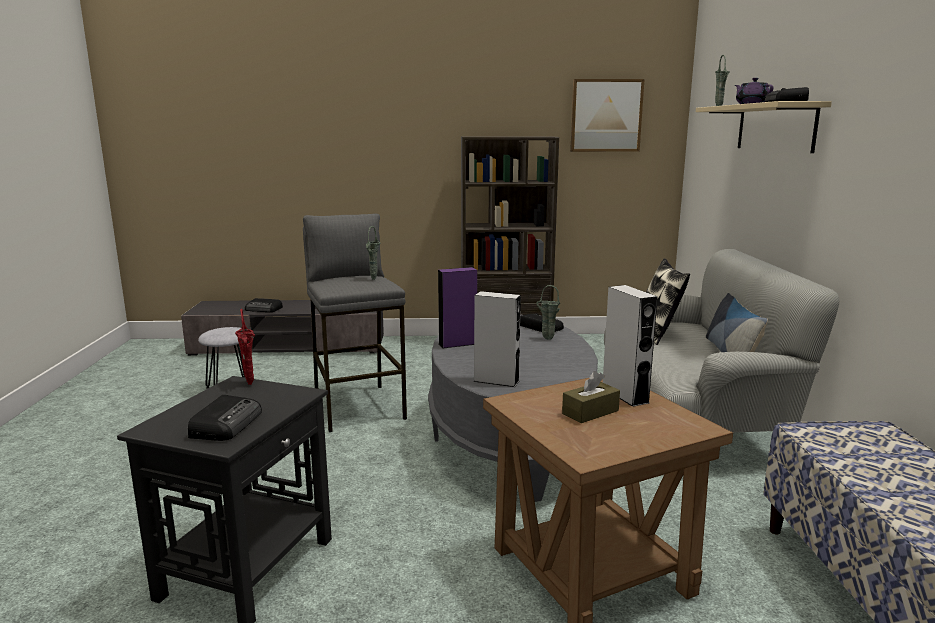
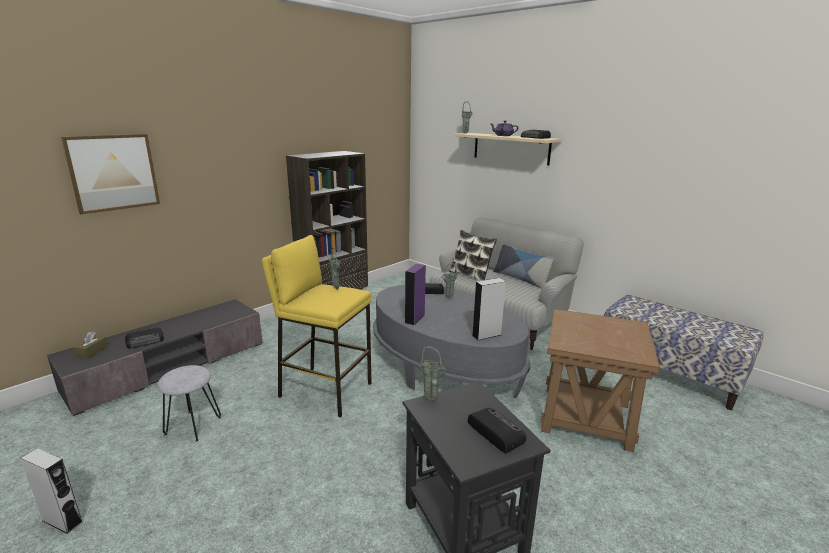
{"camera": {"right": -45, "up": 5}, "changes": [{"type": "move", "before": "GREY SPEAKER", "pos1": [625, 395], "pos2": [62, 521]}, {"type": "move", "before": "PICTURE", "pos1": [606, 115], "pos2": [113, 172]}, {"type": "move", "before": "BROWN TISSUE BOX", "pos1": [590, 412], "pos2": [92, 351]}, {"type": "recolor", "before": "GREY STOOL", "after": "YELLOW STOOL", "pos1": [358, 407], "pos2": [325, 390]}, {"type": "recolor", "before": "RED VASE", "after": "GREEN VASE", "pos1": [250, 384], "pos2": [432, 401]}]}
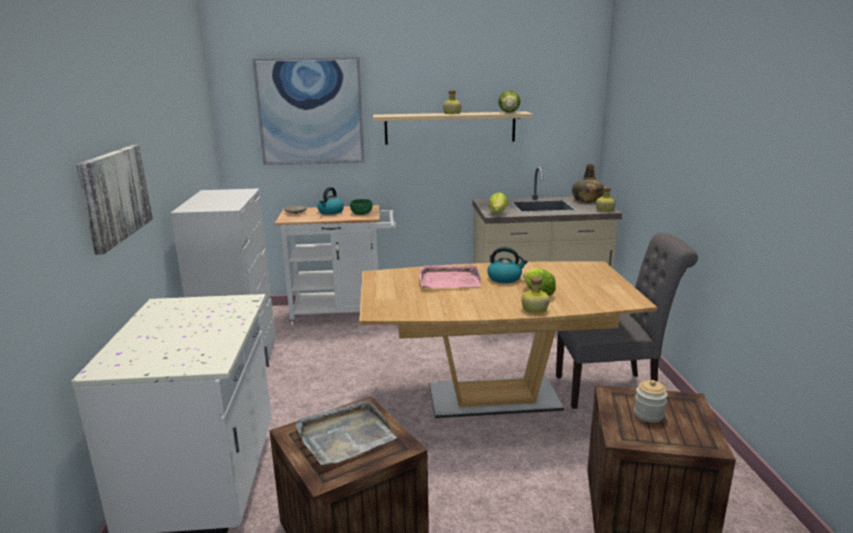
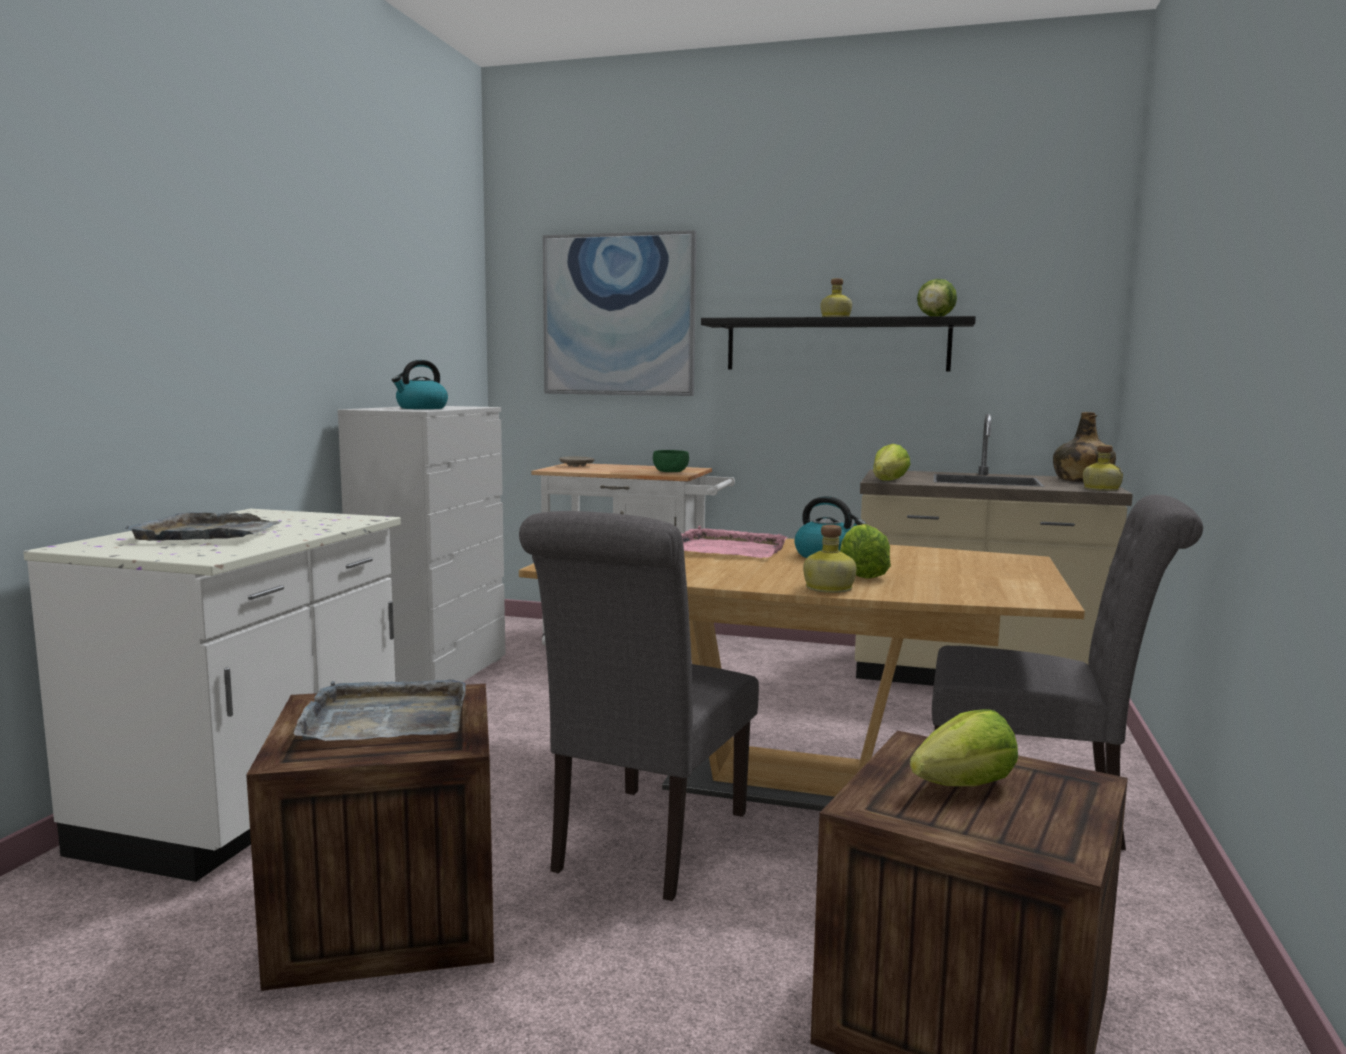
{"camera": {"right": 20, "up": -10}, "changes": [{"type": "insert", "after": "GREY TRAY", "pos2": [209, 533]}, {"type": "move", "before": "KETTLE", "pos1": [330, 212], "pos2": [421, 408]}, {"type": "insert", "after": "GREY CHAIR", "pos2": [644, 846]}, {"type": "recolor", "before": "BEIGE SHELF", "after": "BLACK SHELF", "pos1": [450, 128], "pos2": [836, 345]}, {"type": "replace", "before": "JAR", "after": "LETTUCE", "pos1": [648, 414], "pos2": [964, 785]}, {"type": "delete", "before": "PICTURE", "pos1": [114, 195]}]}
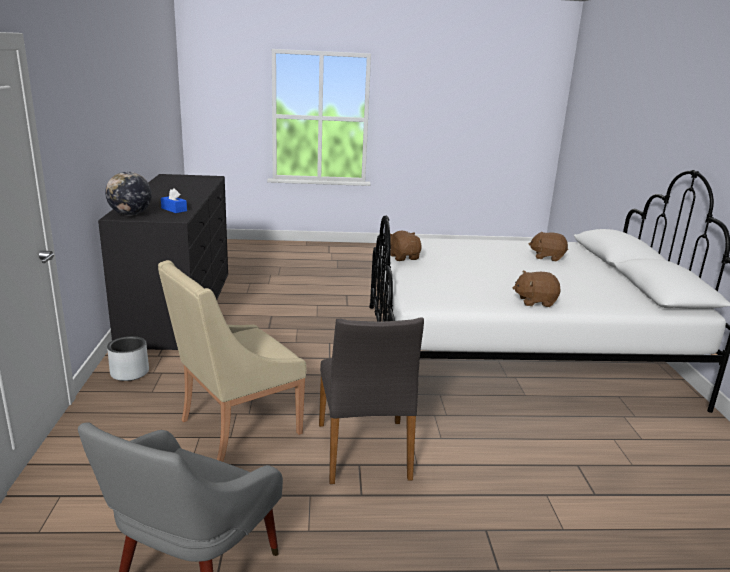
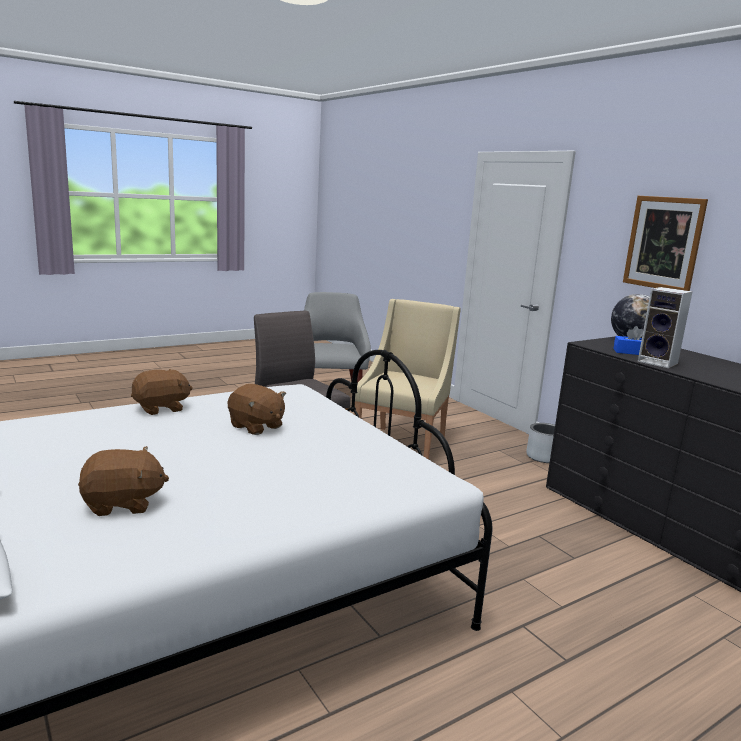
{"camera": {"right": 150, "up": -5}, "changes": [{"type": "move", "before": "BROWN PLUSH TOY", "pos1": [404, 257], "pos2": [256, 426]}, {"type": "insert", "after": "PICTURE", "pos2": [663, 243]}, {"type": "insert", "after": "SPEAKER", "pos2": [659, 363]}]}
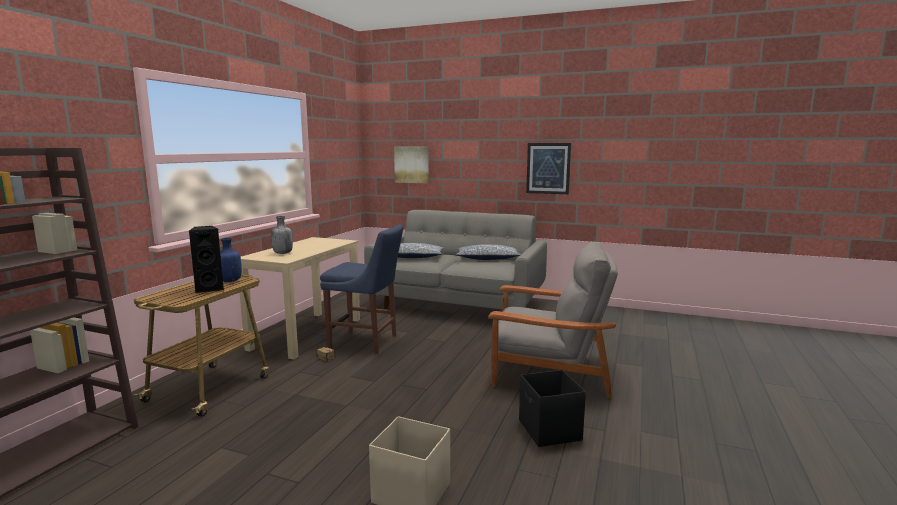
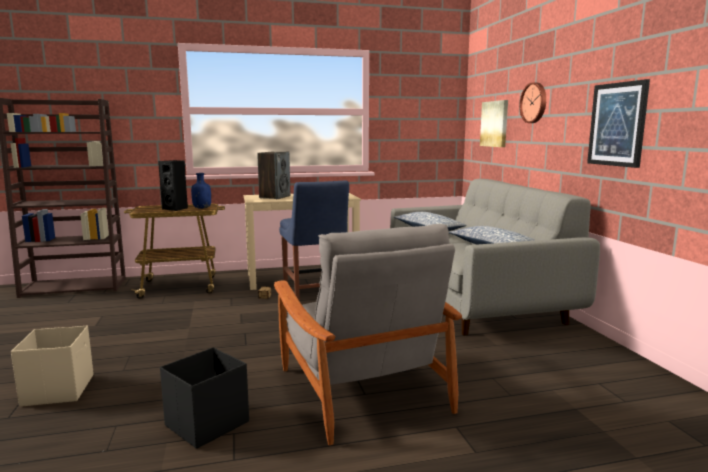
{"camera": {"right": 55, "up": 0}, "changes": [{"type": "replace", "before": "GREY BOTTLE", "after": "SPEAKER", "pos1": [282, 253], "pos2": [275, 197]}, {"type": "insert", "after": "WALL CLOCK", "pos2": [534, 103]}]}
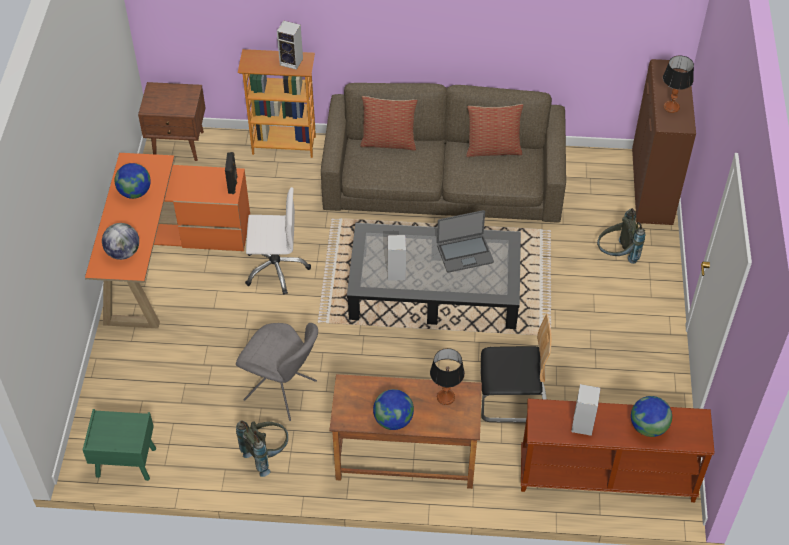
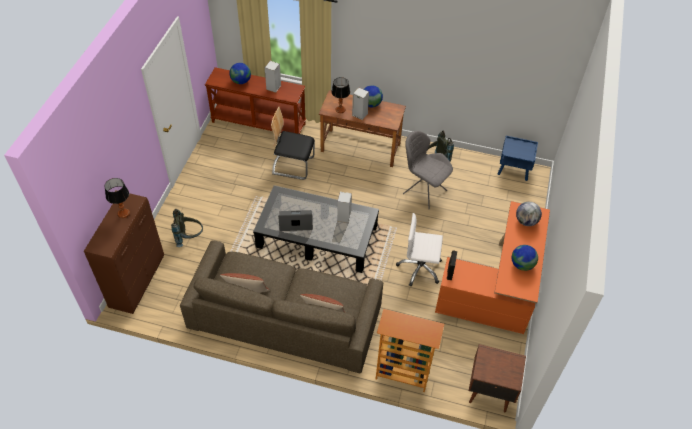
{"camera": {"right": -170, "up": 0}, "changes": [{"type": "move", "before": "SPEAKER", "pos1": [292, 62], "pos2": [359, 114]}, {"type": "recolor", "before": "GREEN NIGHTSTAND", "after": "BLUE NIGHTSTAND", "pos1": [125, 462], "pos2": [514, 170]}]}
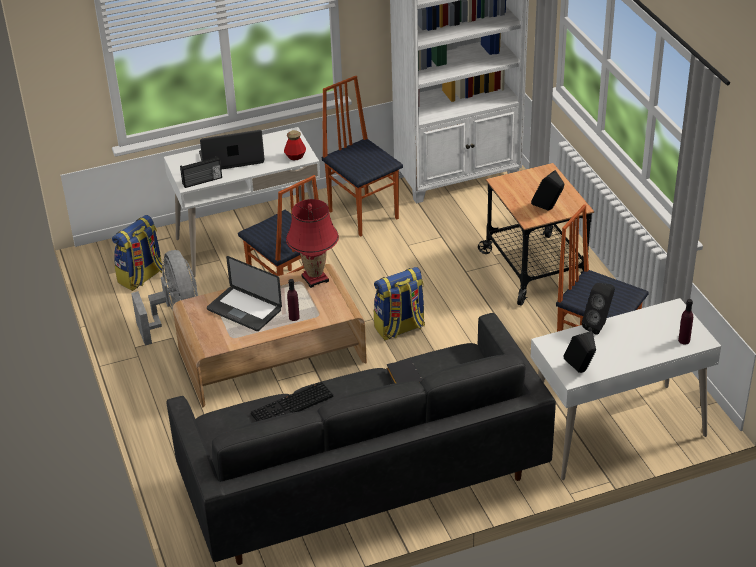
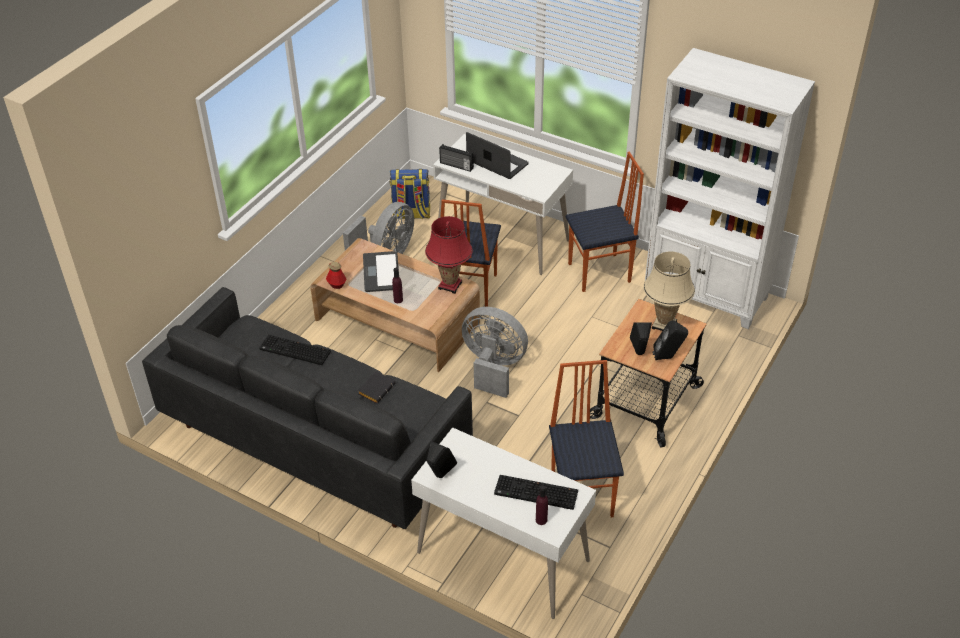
{"camera": {"right": 50, "up": 5}, "changes": [{"type": "move", "before": "BOTTLE", "pos1": [295, 157], "pos2": [337, 285]}, {"type": "replace", "before": "BACKPACK", "after": "GREY FAN", "pos1": [399, 328], "pos2": [493, 367]}, {"type": "insert", "after": "KEYBOARD", "pos2": [534, 494]}, {"type": "rotate", "before": "CHAIR", "pos1": [364, 214], "pos2": [600, 273], "turn": 60}, {"type": "insert", "after": "BEIGE TABLE LAMP", "pos2": [664, 325]}, {"type": "move", "before": "BLACK SPEAKER", "pos1": [599, 326], "pos2": [668, 357]}]}
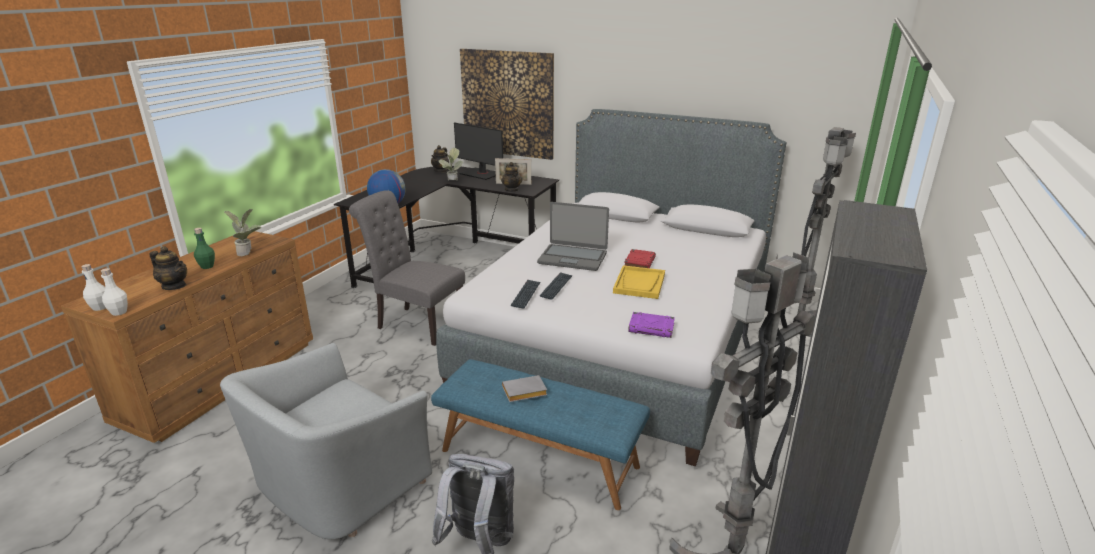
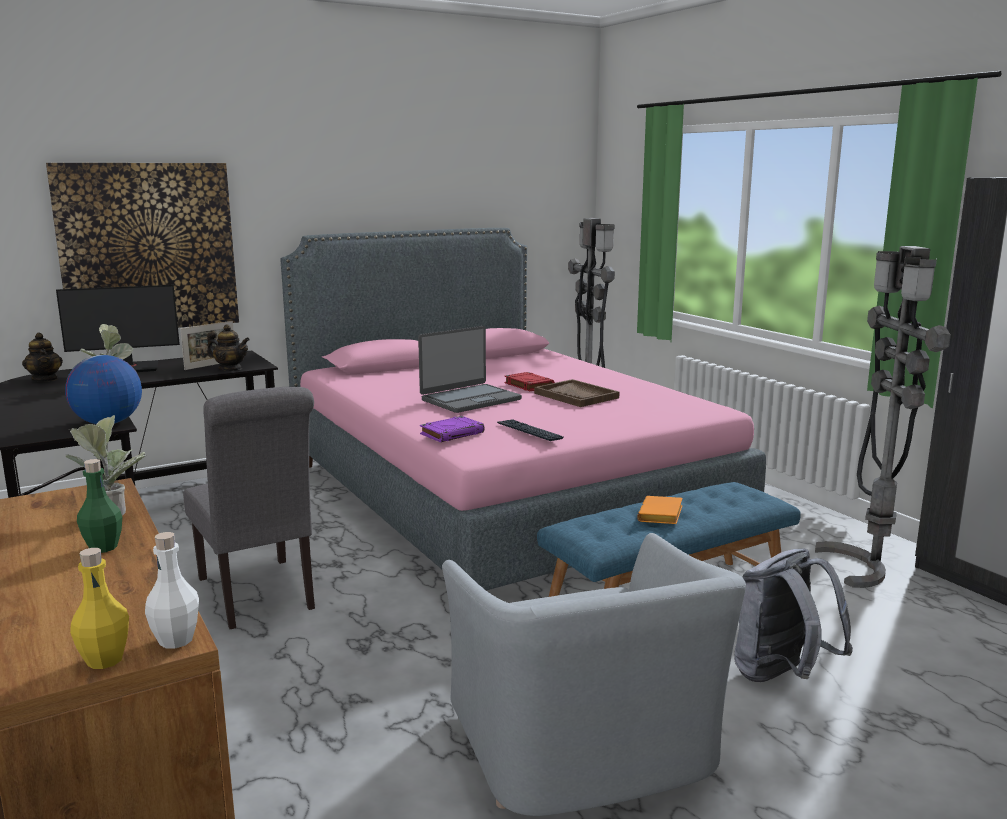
{"camera": {"right": -55, "up": -10}, "changes": [{"type": "recolor", "before": "WHITE BOTTLE", "after": "YELLOW BOTTLE", "pos1": [100, 307], "pos2": [105, 660]}, {"type": "rotate", "before": "GREY CHAIR", "pos1": [416, 324], "pos2": [259, 596], "turn": -90}, {"type": "recolor", "before": "GREY BED", "after": "PINK BED", "pos1": [621, 336], "pos2": [499, 498]}, {"type": "move", "before": "PURPLE BOOK", "pos1": [652, 328], "pos2": [452, 433]}, {"type": "recolor", "before": "YELLOW TRAY", "after": "BROWN TRAY", "pos1": [639, 284], "pos2": [576, 395]}, {"type": "recolor", "before": "GREY BOOK", "after": "ORANGE BOOK", "pos1": [523, 393], "pos2": [661, 516]}, {"type": "delete", "before": "TEAPOT", "pos1": [174, 286]}, {"type": "delete", "before": "KEYBOARD", "pos1": [556, 286]}]}
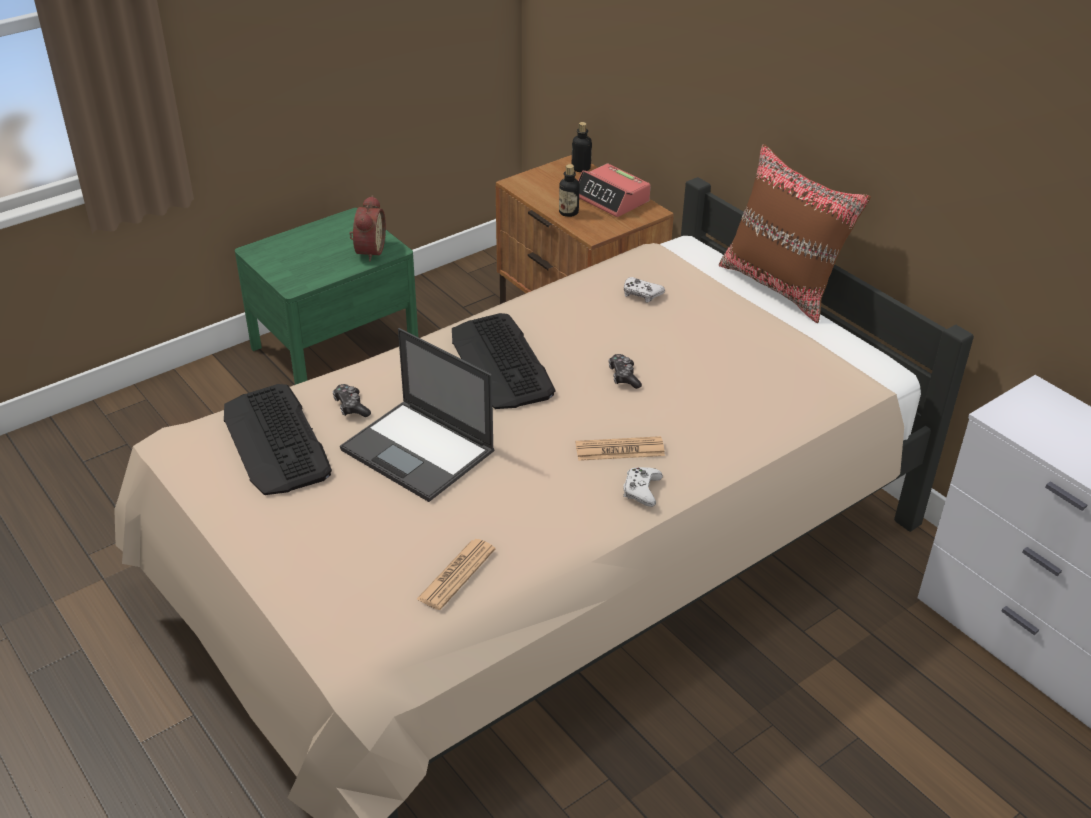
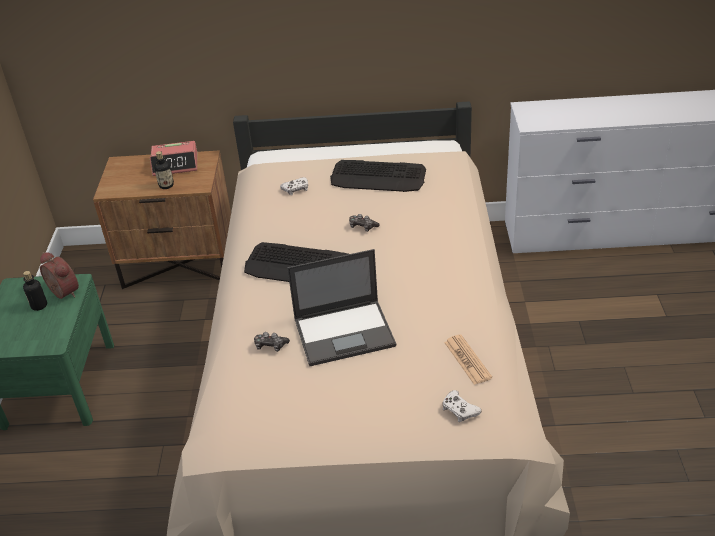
{"camera": {"right": -50, "up": 0}, "changes": [{"type": "move", "before": "BOTTLE", "pos1": [581, 168], "pos2": [39, 305]}, {"type": "move", "before": "KEYBOARD", "pos1": [276, 441], "pos2": [378, 177]}, {"type": "move", "before": "WHITE GAME CONTROLLER", "pos1": [641, 490], "pos2": [459, 410]}, {"type": "delete", "before": "NEWSPAPER", "pos1": [619, 450]}, {"type": "delete", "before": "BROWN PILLOW", "pos1": [781, 286]}]}
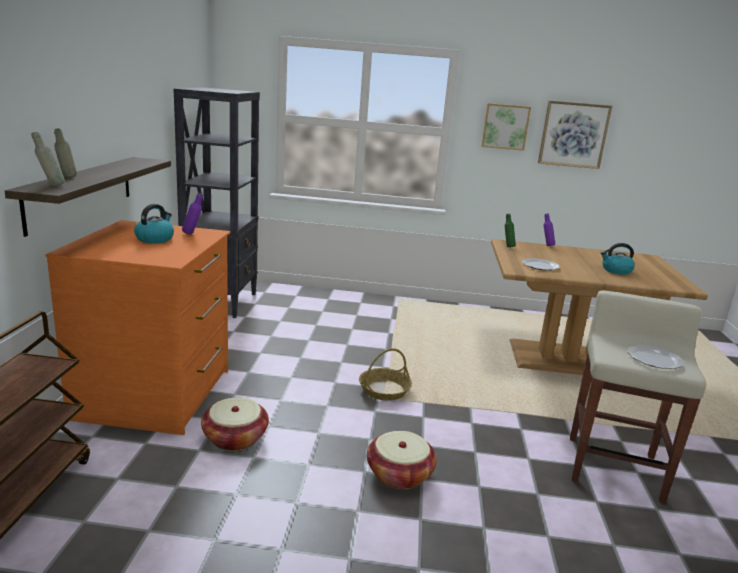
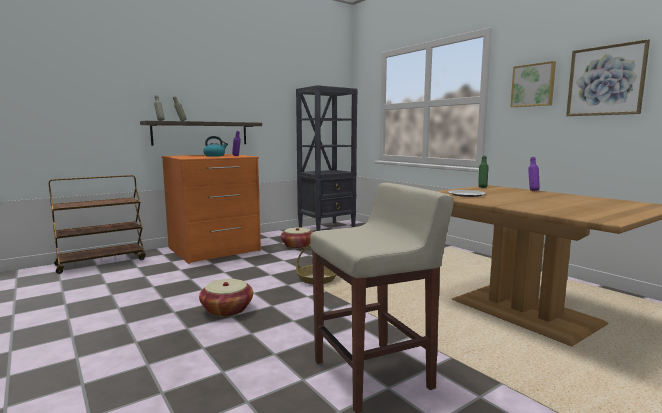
{"camera": {"right": 50, "up": -10}, "changes": [{"type": "move", "before": "BASKET", "pos1": [235, 438], "pos2": [297, 246]}, {"type": "delete", "before": "KETTLE", "pos1": [616, 270]}, {"type": "delete", "before": "PLATE", "pos1": [653, 359]}]}
